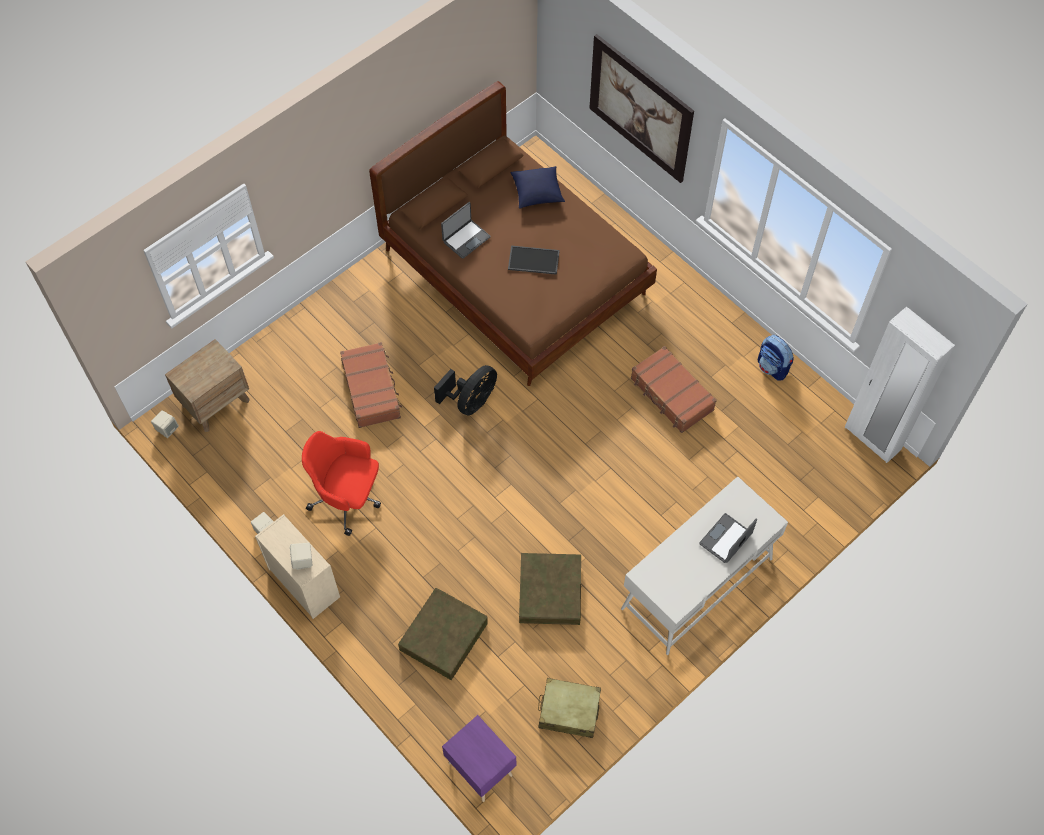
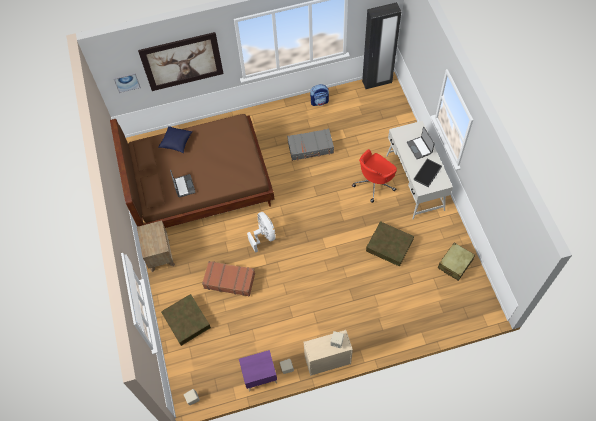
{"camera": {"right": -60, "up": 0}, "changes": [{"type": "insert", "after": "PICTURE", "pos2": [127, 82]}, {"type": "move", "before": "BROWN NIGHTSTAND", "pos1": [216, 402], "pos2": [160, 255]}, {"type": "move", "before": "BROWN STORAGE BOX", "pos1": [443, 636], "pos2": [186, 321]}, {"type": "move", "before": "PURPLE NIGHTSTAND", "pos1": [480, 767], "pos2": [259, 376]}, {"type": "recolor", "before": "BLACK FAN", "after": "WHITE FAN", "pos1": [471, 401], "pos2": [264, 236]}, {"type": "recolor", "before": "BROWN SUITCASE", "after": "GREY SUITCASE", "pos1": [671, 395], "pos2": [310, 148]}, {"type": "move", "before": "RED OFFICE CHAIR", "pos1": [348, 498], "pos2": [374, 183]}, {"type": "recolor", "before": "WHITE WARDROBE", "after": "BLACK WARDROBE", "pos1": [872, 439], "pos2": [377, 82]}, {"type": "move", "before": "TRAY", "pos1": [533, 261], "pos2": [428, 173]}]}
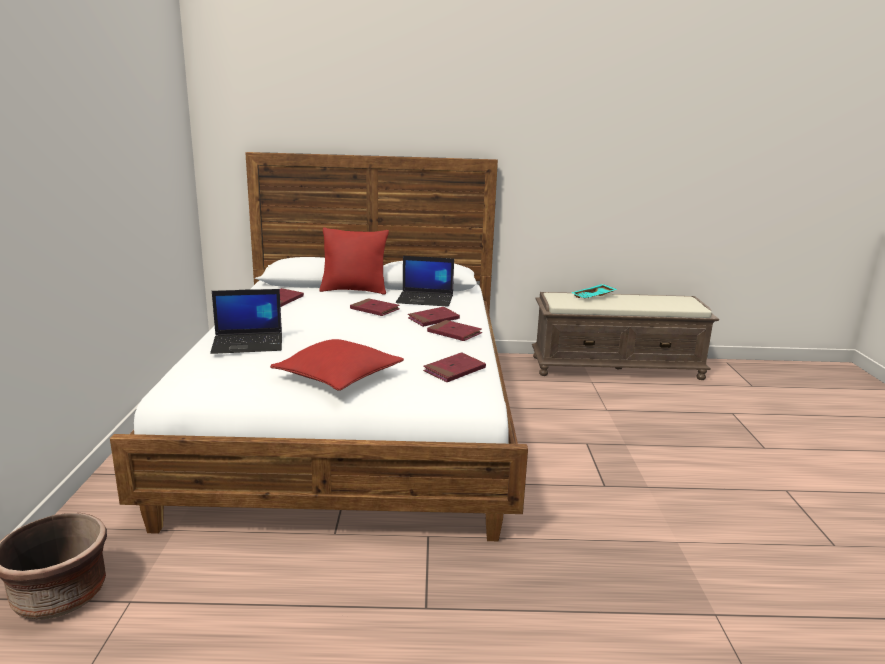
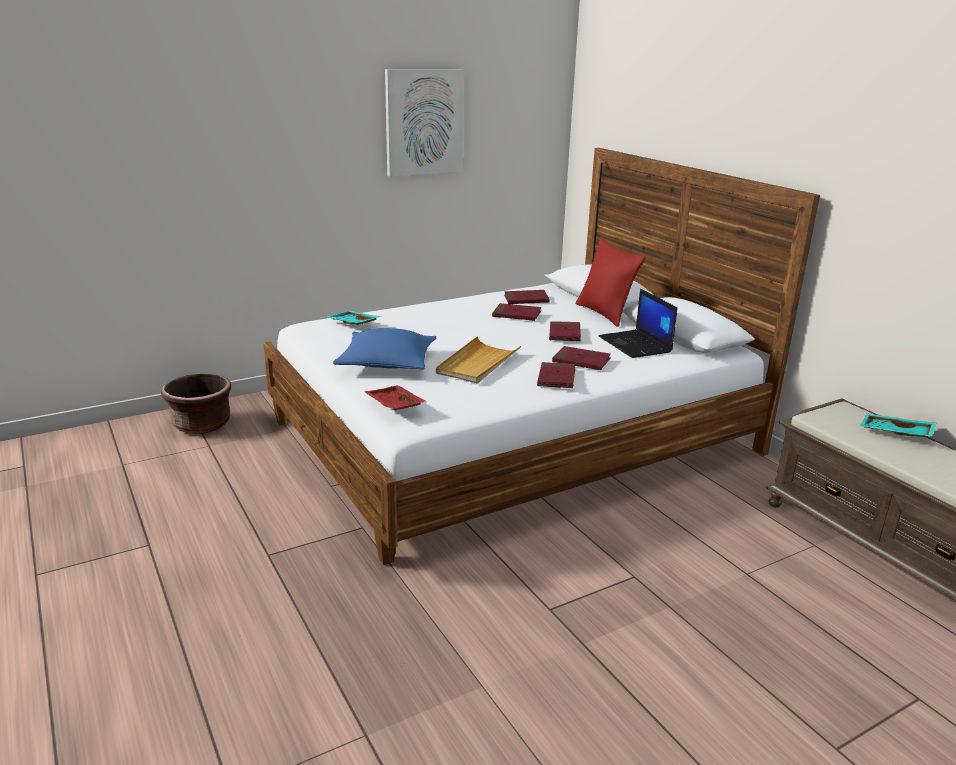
{"camera": {"right": 60, "up": 5}, "changes": [{"type": "insert", "after": "TURQUOISE TRAY", "pos2": [352, 324]}, {"type": "recolor", "before": "RED PILLOW", "after": "BLUE PILLOW", "pos1": [338, 376], "pos2": [387, 362]}, {"type": "insert", "after": "RED TRAY", "pos2": [393, 406]}, {"type": "insert", "after": "PICTURE", "pos2": [424, 122]}, {"type": "insert", "after": "BEIGE TRAY", "pos2": [477, 363]}, {"type": "move", "before": "RED BOOK", "pos1": [454, 370], "pos2": [516, 315]}, {"type": "delete", "before": "LAPTOP", "pos1": [249, 343]}]}
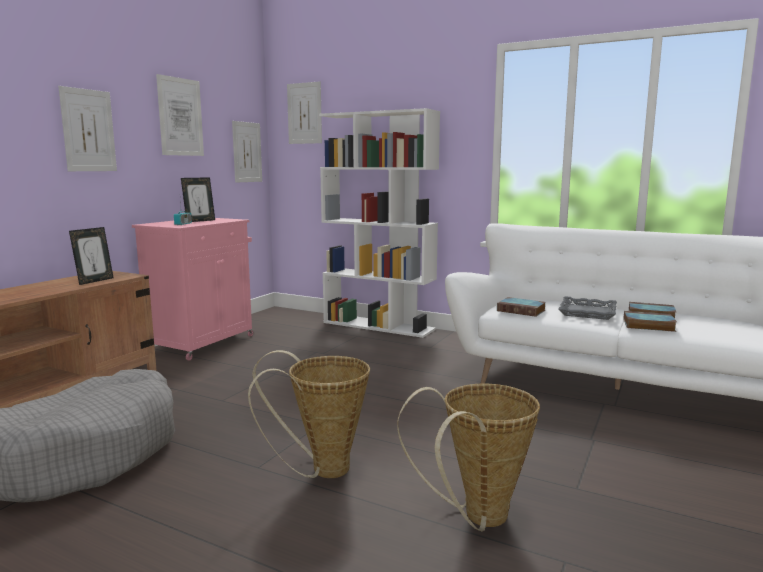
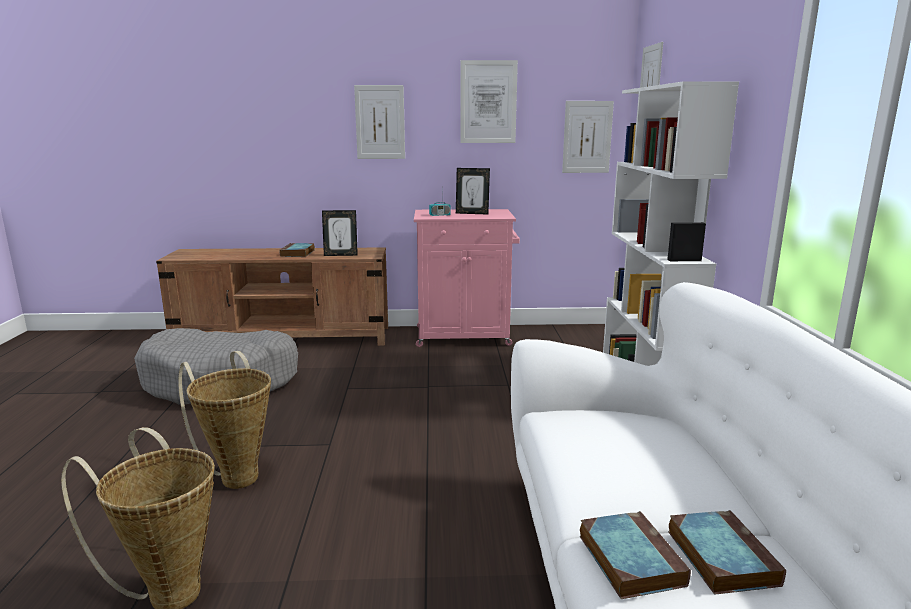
{"camera": {"right": 60, "up": 5}, "changes": [{"type": "move", "before": "BOOK", "pos1": [522, 310], "pos2": [297, 253]}, {"type": "delete", "before": "GREY TRAY", "pos1": [587, 312]}]}
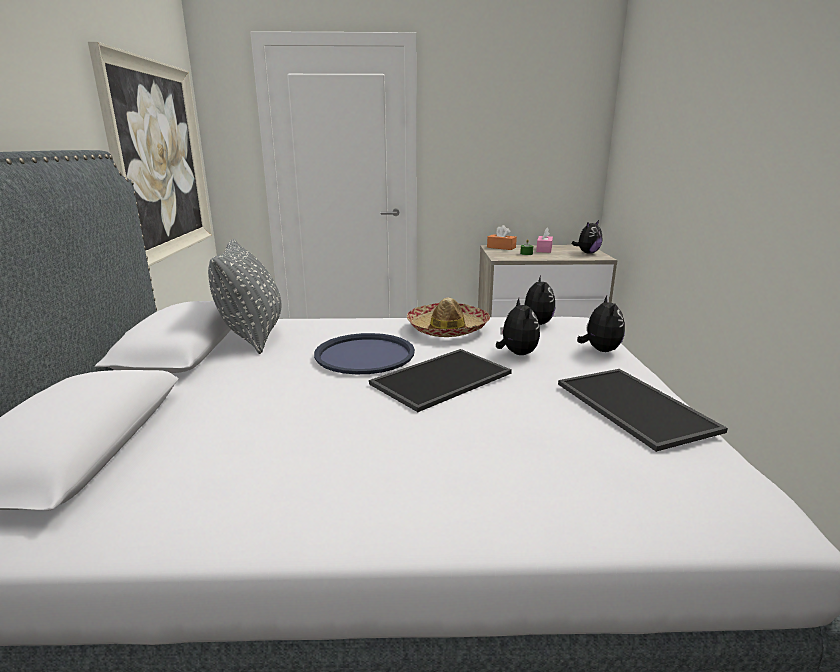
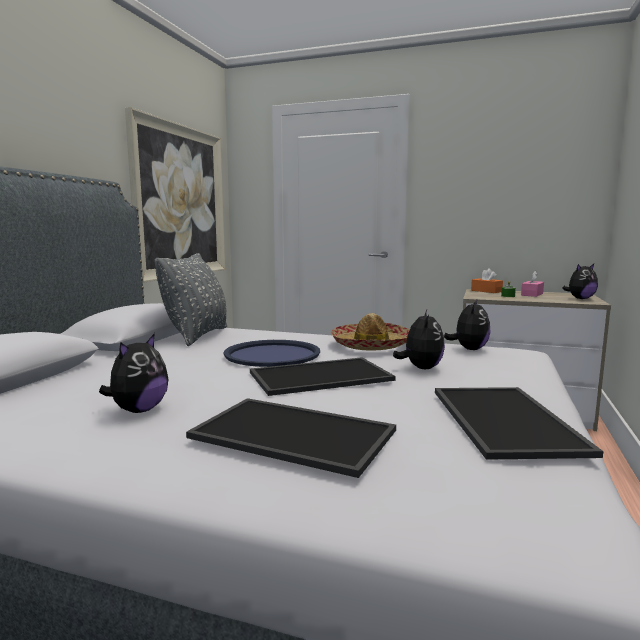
{"camera": {"right": 20, "up": -10}, "changes": [{"type": "move", "before": "PLUSH TOY", "pos1": [599, 350], "pos2": [138, 410]}, {"type": "insert", "after": "TRAY", "pos2": [296, 433]}]}
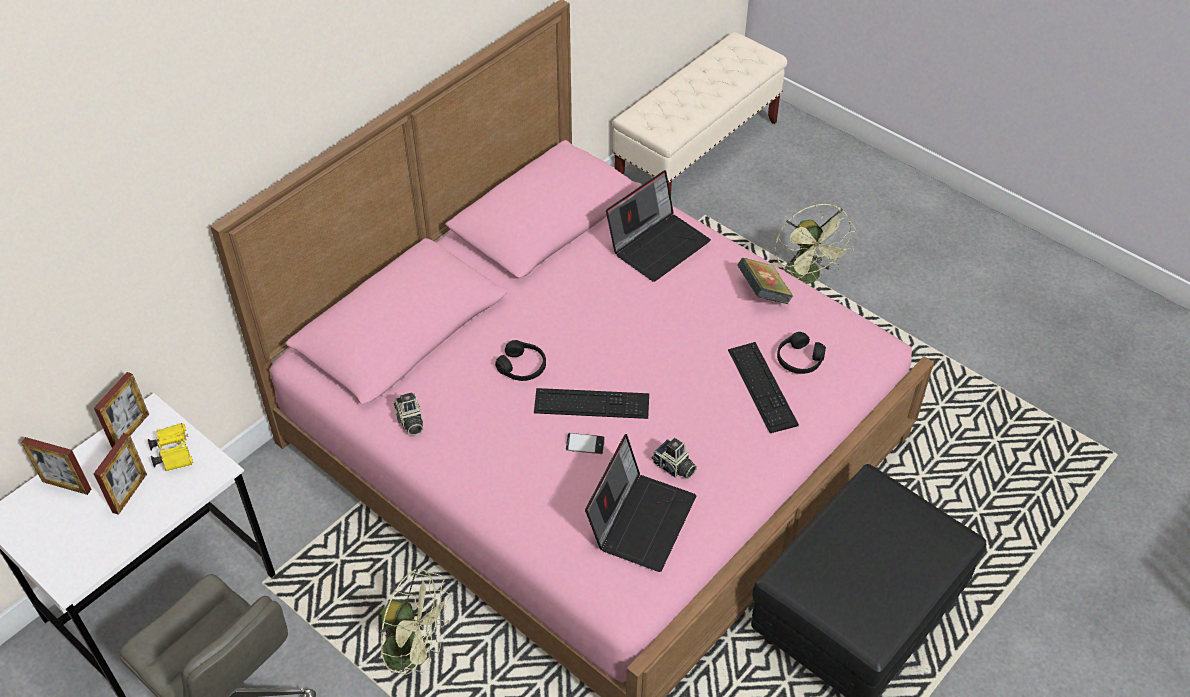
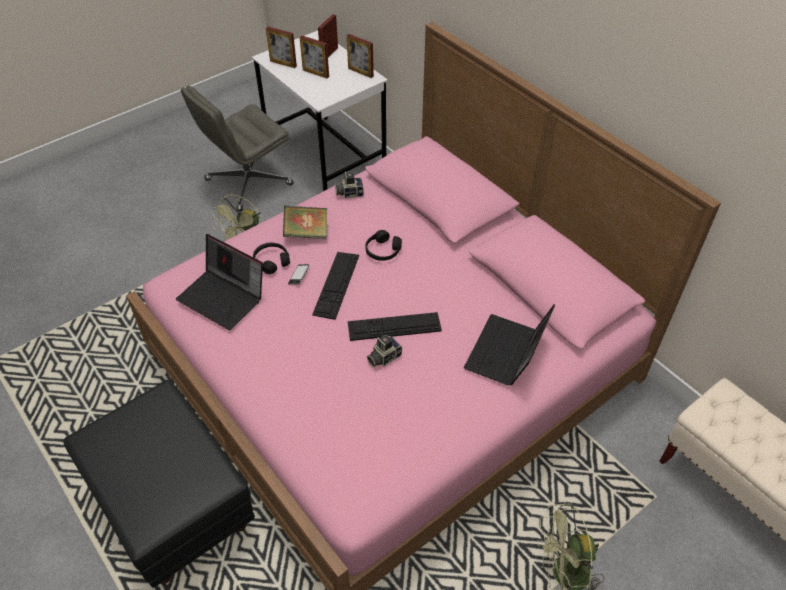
{"camera": {"right": 100, "up": 0}, "changes": [{"type": "move", "before": "BLACK HEADPHONES", "pos1": [799, 359], "pos2": [271, 261]}, {"type": "insert", "after": "PICTURE FRAME", "pos2": [283, 63]}, {"type": "move", "before": "BOOK", "pos1": [763, 293], "pos2": [306, 233]}, {"type": "move", "before": "KEYBOARD", "pos1": [762, 387], "pos2": [394, 326]}, {"type": "move", "before": "PHOTO CAMERA", "pos1": [674, 468], "pos2": [383, 357]}, {"type": "rotate", "before": "LAPTOP", "pos1": [658, 244], "pos2": [506, 354], "turn": 60}, {"type": "delete", "before": "YELLOW BINOCULARS", "pos1": [173, 452]}]}
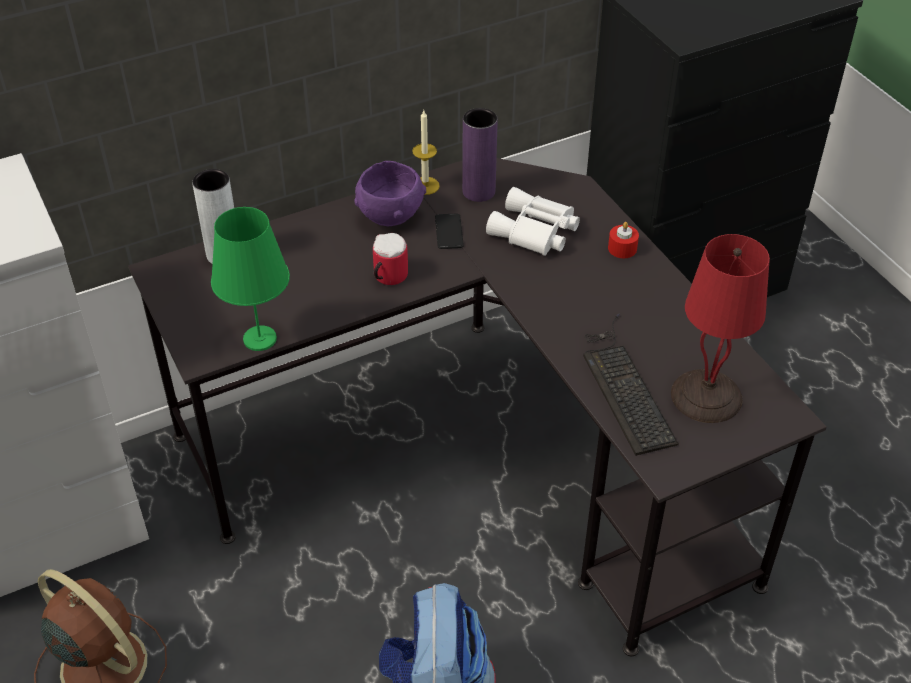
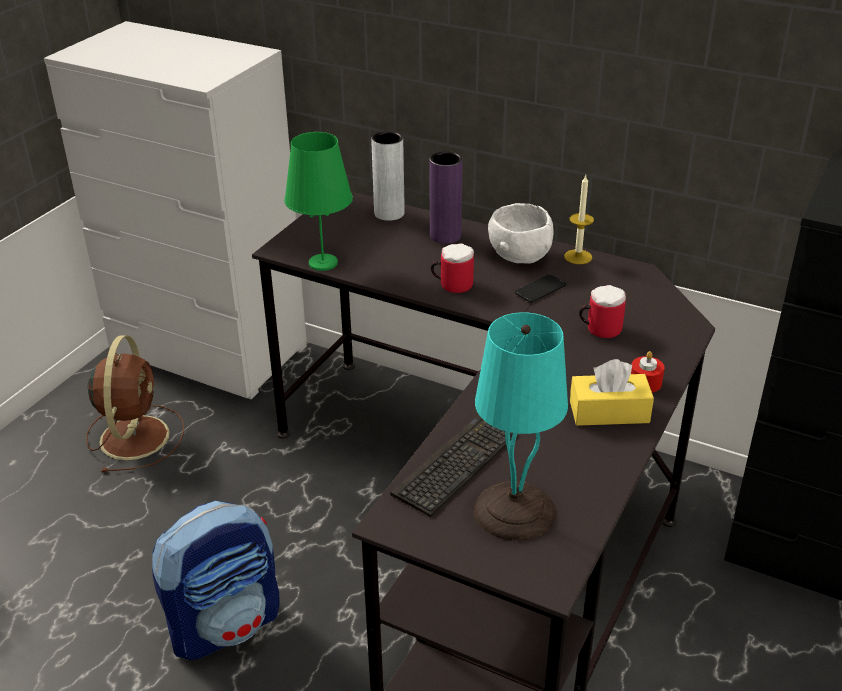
{"camera": {"right": 55, "up": -10}, "changes": [{"type": "move", "before": "PURPLE VASE", "pos1": [478, 191], "pos2": [445, 236]}, {"type": "recolor", "before": "RED TABLE LAMP", "after": "TURQUOISE TABLE LAMP", "pos1": [704, 396], "pos2": [513, 510]}, {"type": "recolor", "before": "PURPLE BOWL", "after": "WHITE BOWL", "pos1": [389, 217], "pos2": [519, 257]}, {"type": "insert", "after": "YELLOW TISSUE BOX", "pos2": [609, 412]}, {"type": "replace", "before": "WHITE BINOCULARS", "after": "MUG", "pos1": [534, 232], "pos2": [599, 329]}]}
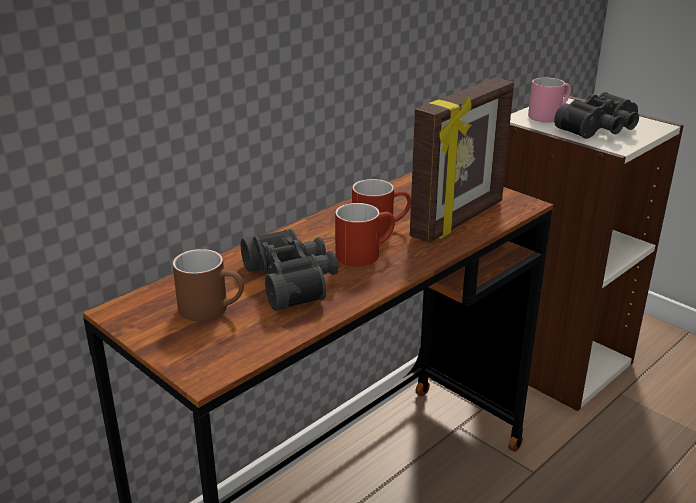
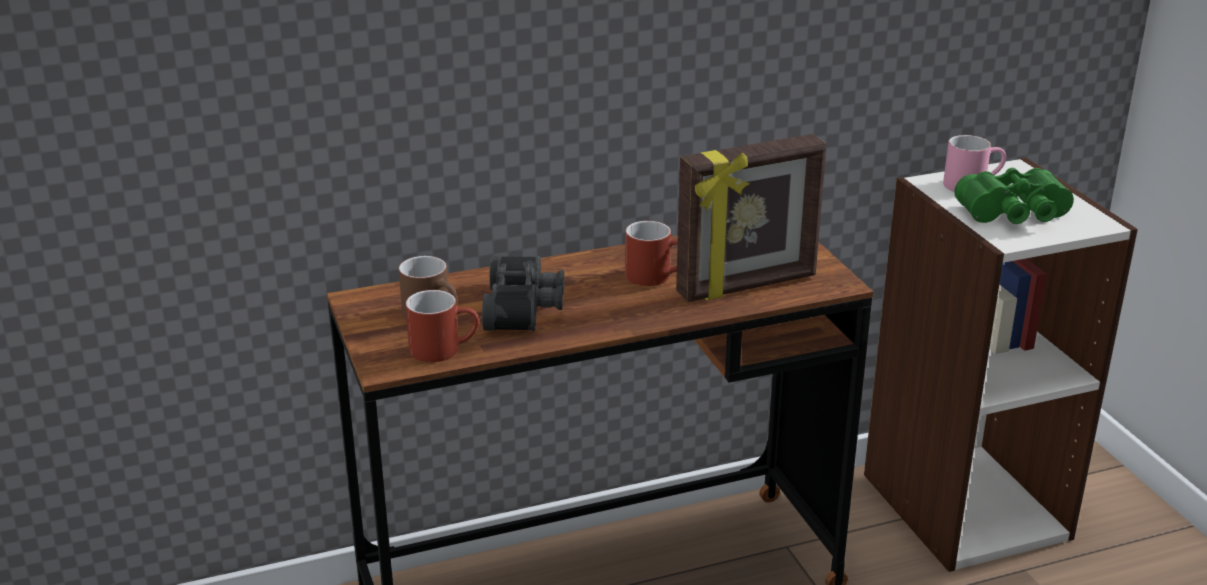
{"camera": {"right": 25, "up": 0}, "changes": [{"type": "move", "before": "RED MUG", "pos1": [364, 253], "pos2": [444, 348]}, {"type": "recolor", "before": "BLACK BINOCULARS", "after": "GREEN BINOCULARS", "pos1": [601, 130], "pos2": [1015, 215]}]}
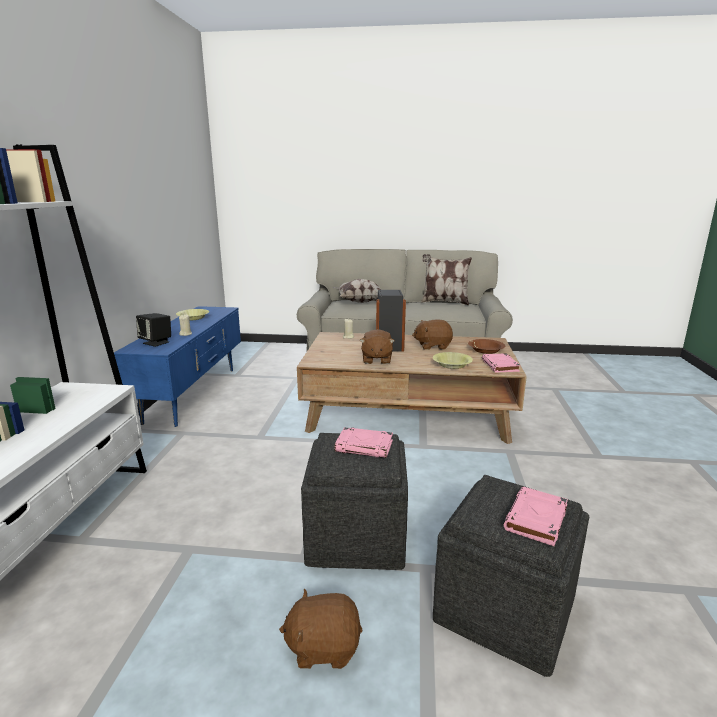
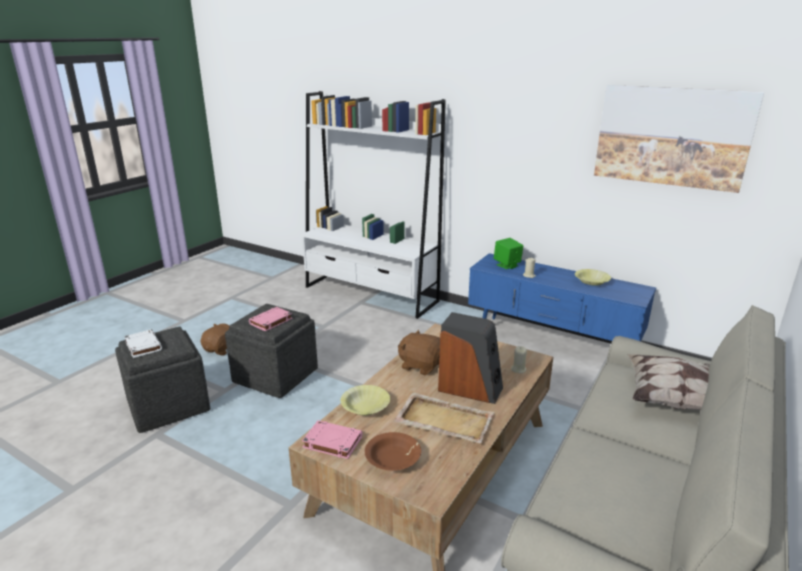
{"camera": {"right": 115, "up": 5}, "changes": [{"type": "recolor", "before": "PINK BOOK", "after": "WHITE BOOK", "pos1": [536, 520], "pos2": [143, 346]}, {"type": "replace", "before": "BROWN PLUSH TOY", "after": "BEIGE TRAY", "pos1": [432, 346], "pos2": [443, 420]}, {"type": "recolor", "before": "BLACK SPEAKER", "after": "GREEN SPEAKER", "pos1": [156, 342], "pos2": [507, 265]}, {"type": "insert", "after": "PICTURE", "pos2": [672, 136]}, {"type": "delete", "before": "PILLOW", "pos1": [444, 302]}]}
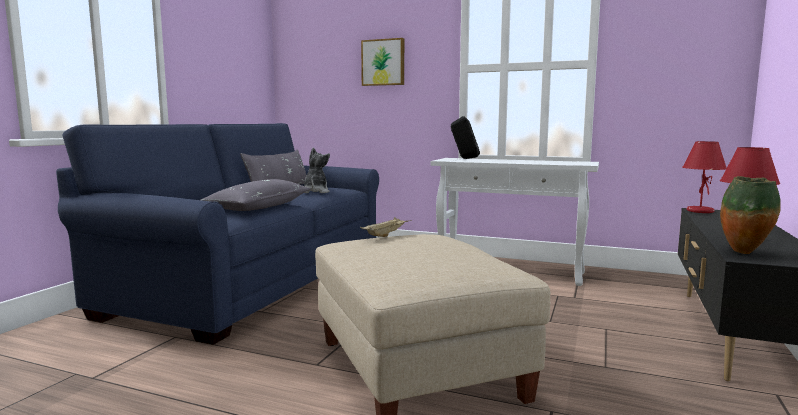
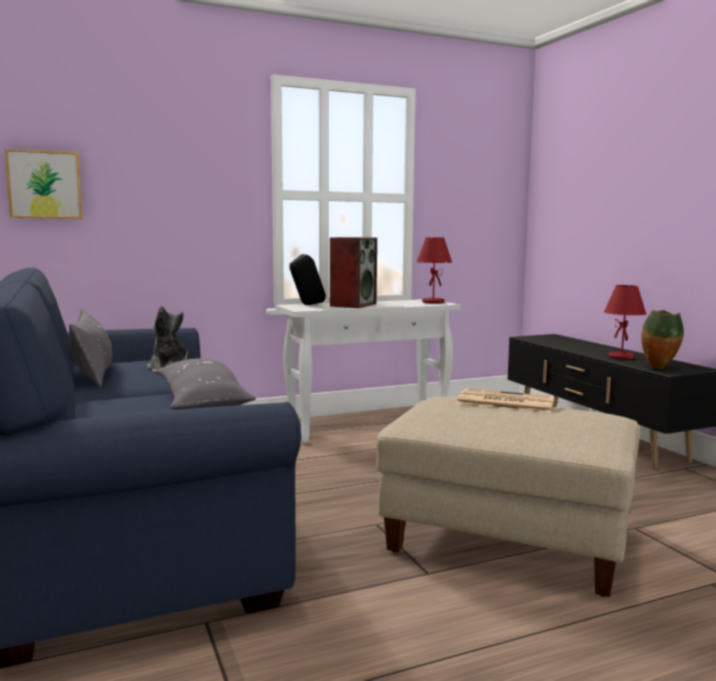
{"camera": {"right": -45, "up": 0}, "changes": [{"type": "move", "before": "PICTURE", "pos1": [383, 62], "pos2": [44, 185]}, {"type": "insert", "after": "SPEAKER", "pos2": [353, 305]}, {"type": "move", "before": "RED TABLE LAMP", "pos1": [699, 211], "pos2": [432, 302]}, {"type": "insert", "after": "NEWSPAPER", "pos2": [504, 402]}, {"type": "delete", "before": "BEIGE TRAY", "pos1": [386, 235]}]}
